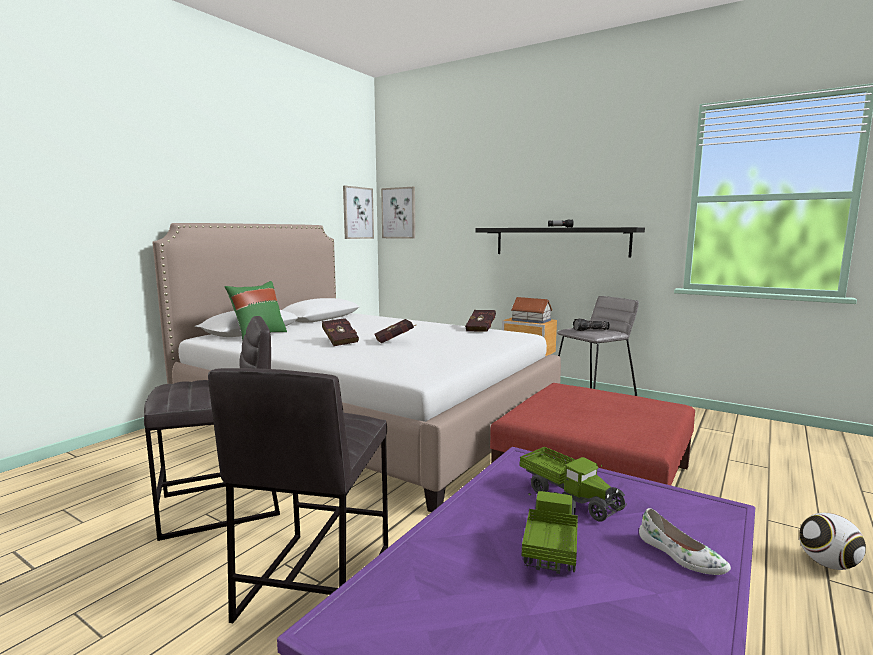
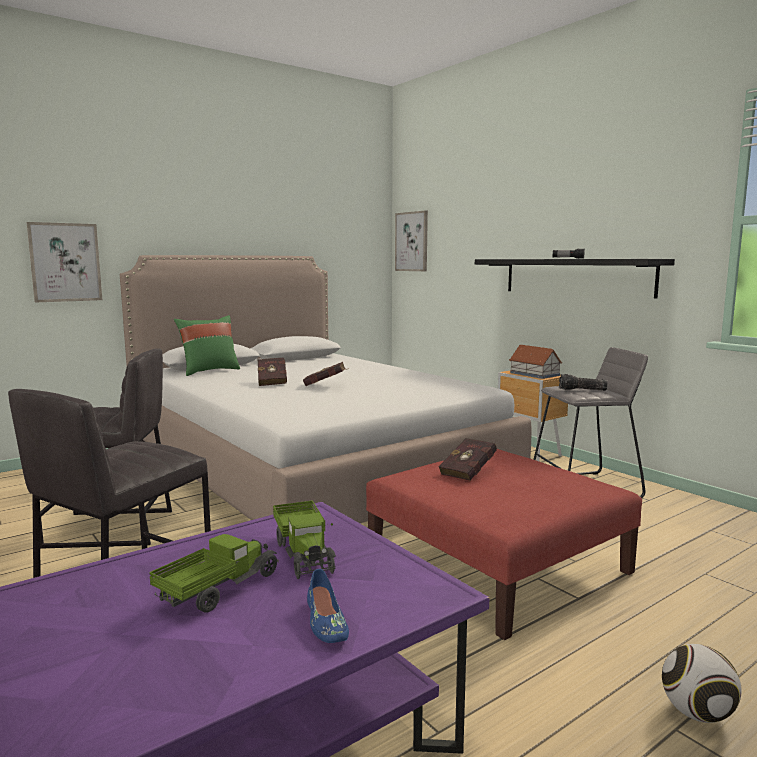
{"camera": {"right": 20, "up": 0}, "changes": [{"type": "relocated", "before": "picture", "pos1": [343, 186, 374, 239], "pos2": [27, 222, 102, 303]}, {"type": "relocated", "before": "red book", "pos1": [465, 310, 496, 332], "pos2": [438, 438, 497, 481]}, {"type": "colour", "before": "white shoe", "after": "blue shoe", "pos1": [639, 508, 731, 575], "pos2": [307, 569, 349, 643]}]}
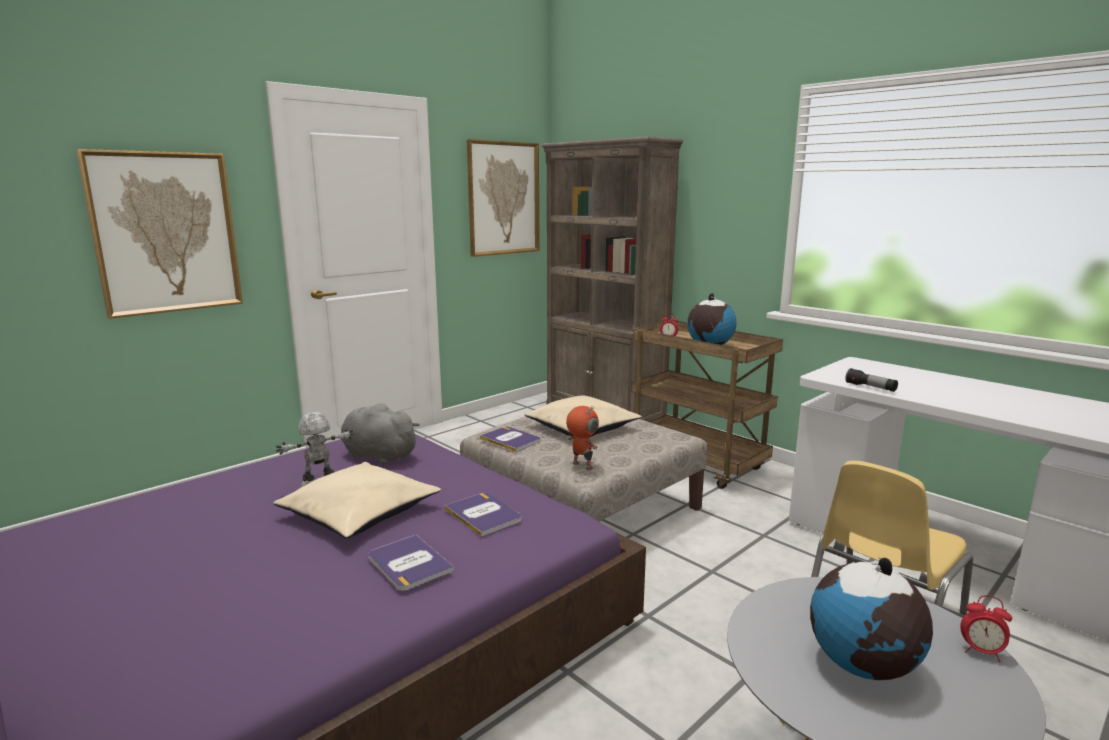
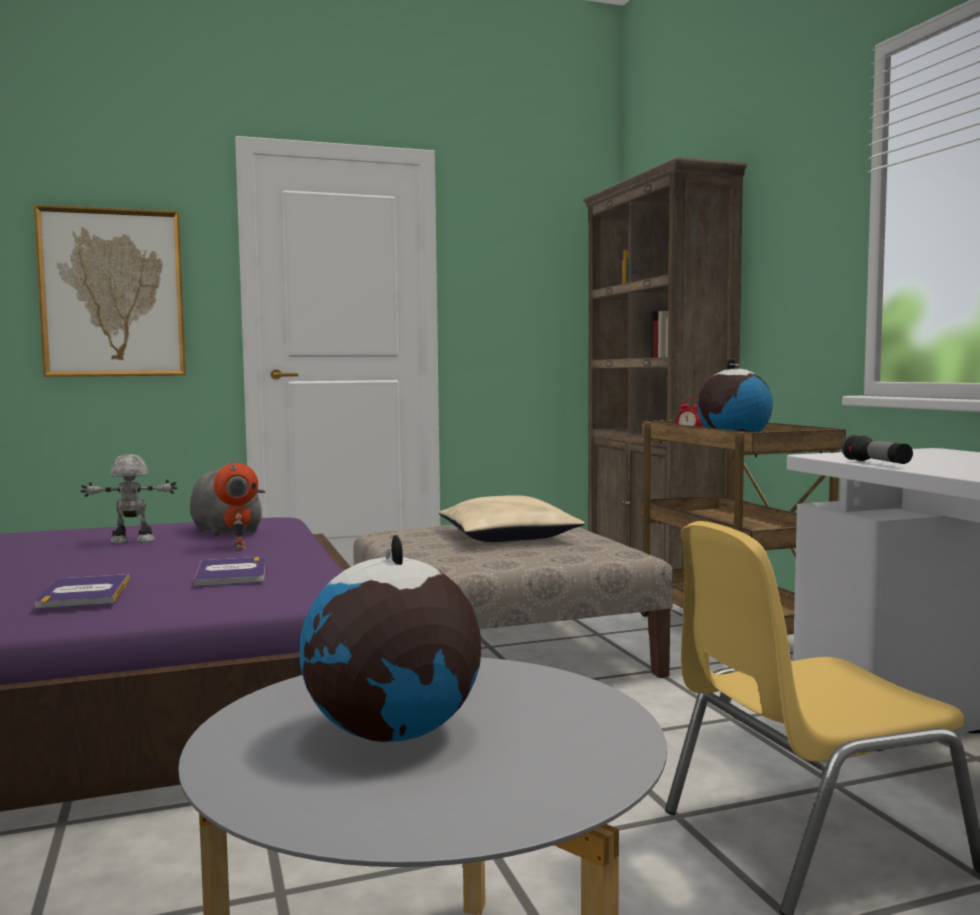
{"camera": {"right": 25, "up": -10}, "changes": [{"type": "missing", "before": "beige pillow", "pos1": [273, 462, 441, 539]}, {"type": "missing", "before": "picture", "pos1": [467, 139, 540, 257]}, {"type": "missing", "before": "book", "pos1": [480, 426, 540, 452]}, {"type": "missing", "before": "alarm clock", "pos1": [960, 596, 1012, 662]}, {"type": "relocated", "before": "toy robot", "pos1": [566, 406, 599, 470], "pos2": [214, 458, 258, 550]}]}
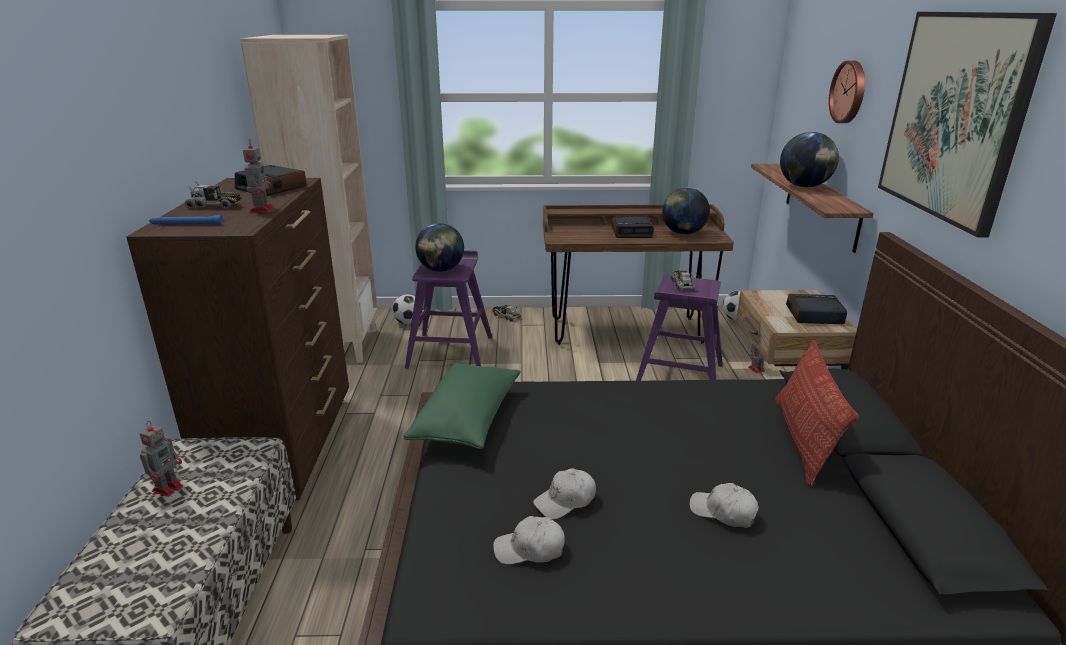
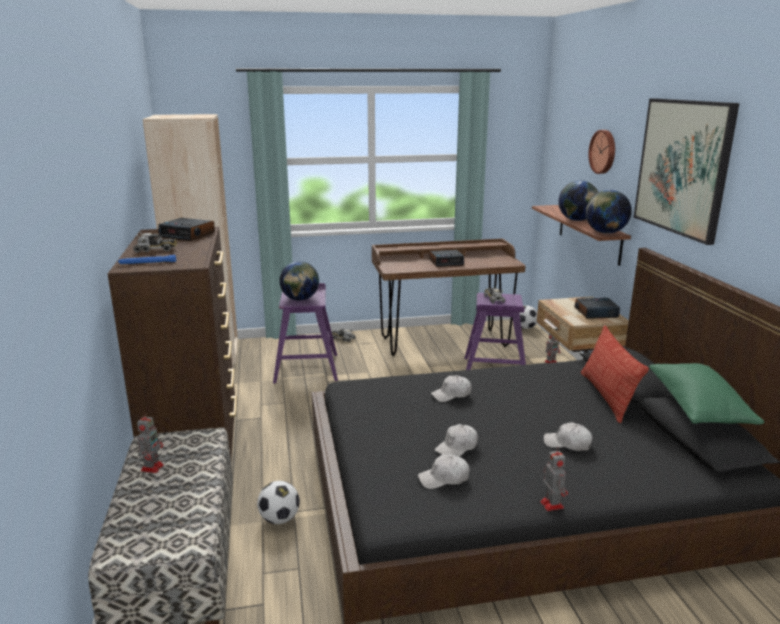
{"camera": {"right": -10, "up": -5}, "changes": [{"type": "appeared", "after": "white cap", "pos2": [431, 375, 472, 402]}, {"type": "relocated", "before": "toy robot", "pos1": [243, 139, 274, 213], "pos2": [540, 447, 568, 511]}, {"type": "relocated", "before": "football", "pos1": [392, 294, 423, 324], "pos2": [257, 481, 300, 524]}, {"type": "relocated", "before": "green pillow", "pos1": [404, 363, 521, 449], "pos2": [649, 363, 764, 425]}, {"type": "relocated", "before": "globe", "pos1": [662, 188, 710, 234], "pos2": [586, 190, 632, 234]}]}
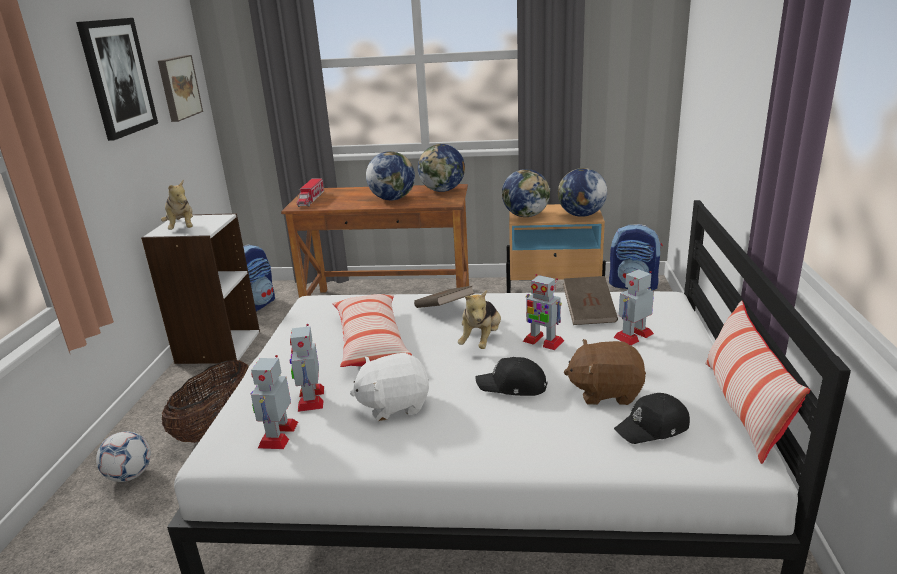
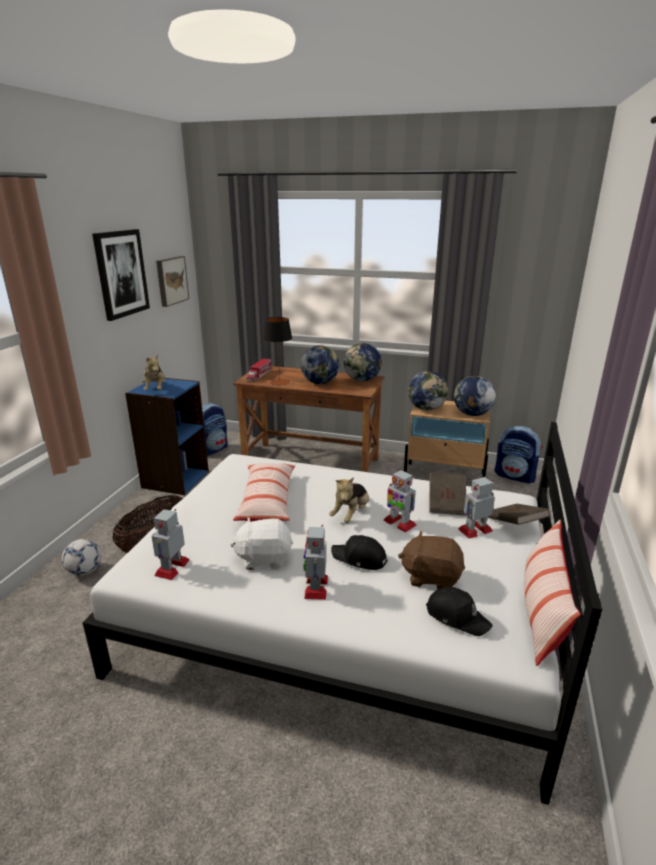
{"camera": {"right": 10, "up": 0}, "changes": [{"type": "appeared", "after": "table lamp", "pos2": [264, 317, 292, 385]}, {"type": "relocated", "before": "toy robot", "pos1": [290, 324, 324, 412], "pos2": [304, 525, 328, 600]}, {"type": "relocated", "before": "brown book", "pos1": [414, 286, 475, 308], "pos2": [488, 504, 550, 525]}, {"type": "colour", "before": "white bookcase", "after": "blue bookcase", "pos1": [141, 213, 260, 364], "pos2": [125, 378, 209, 495]}, {"type": "spun", "before": "black cap", "pos1": [614, 393, 690, 444], "pos2": [426, 587, 493, 636], "turn": -135}]}
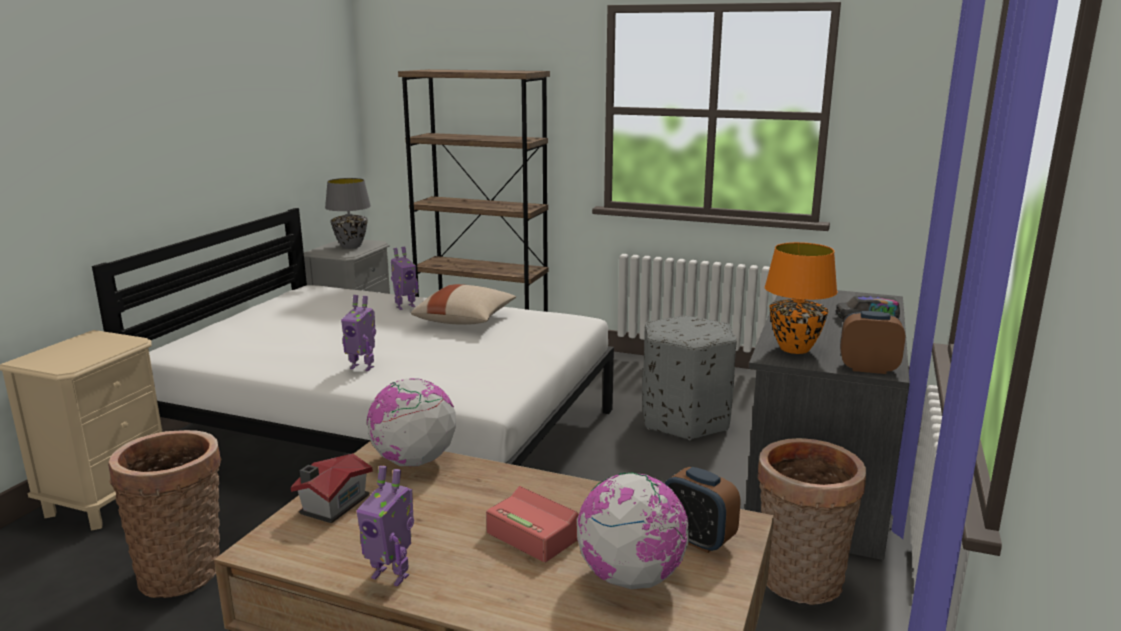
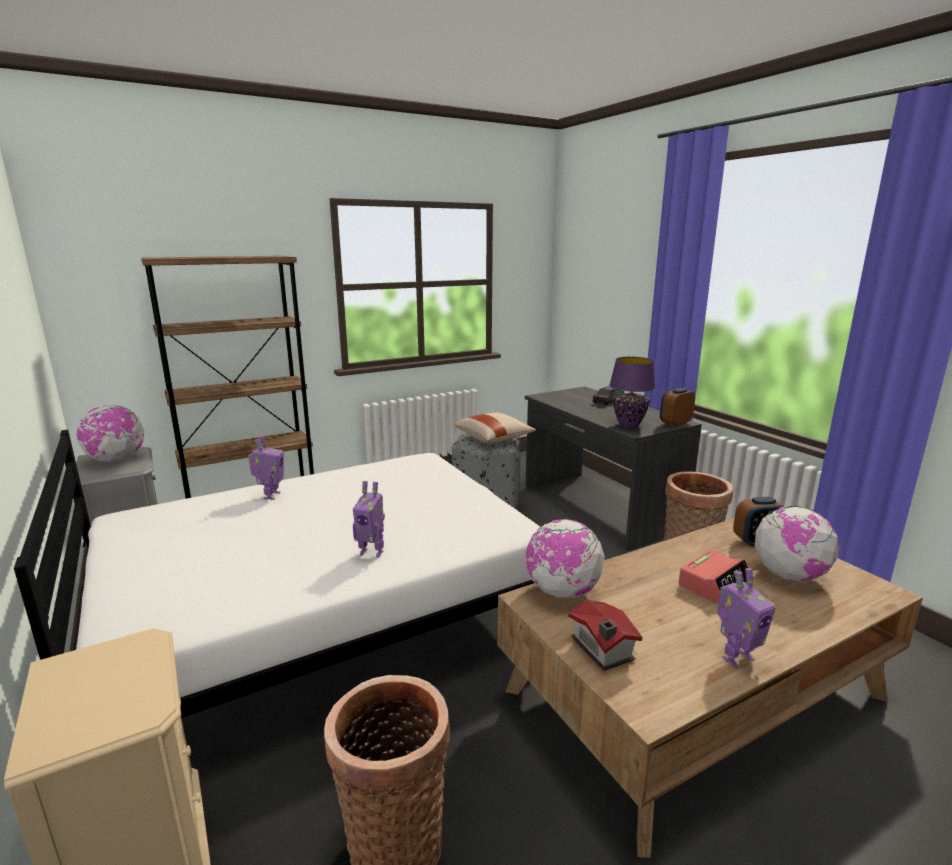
{"camera": {"right": -50, "up": 0}, "changes": [{"type": "relocated", "before": "beige pillow", "pos1": [411, 284, 516, 325], "pos2": [454, 413, 536, 444]}, {"type": "exchanged", "before": "grey table lamp", "after": "globe", "pos1": [325, 178, 371, 249], "pos2": [77, 405, 144, 463]}, {"type": "colour", "before": "orange table lamp", "after": "purple table lamp", "pos1": [765, 242, 837, 354], "pos2": [609, 357, 656, 428]}, {"type": "spun", "before": "toy robot", "pos1": [341, 295, 376, 371], "pos2": [353, 481, 385, 558], "turn": 45}, {"type": "spun", "before": "alarm clock", "pos1": [486, 486, 579, 562], "pos2": [678, 550, 754, 604], "turn": 150}]}
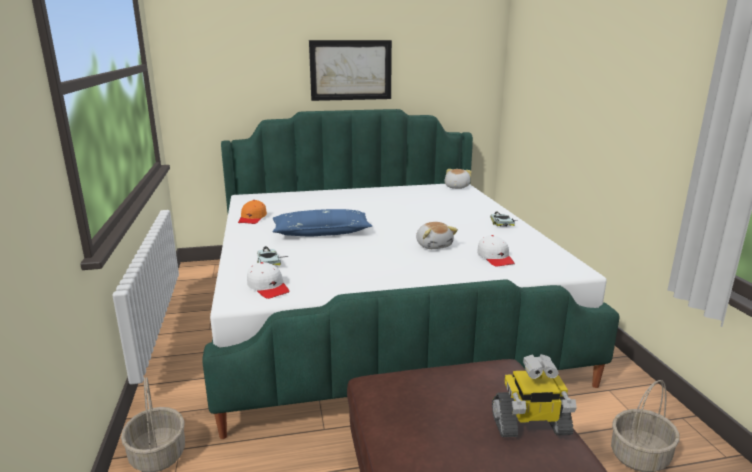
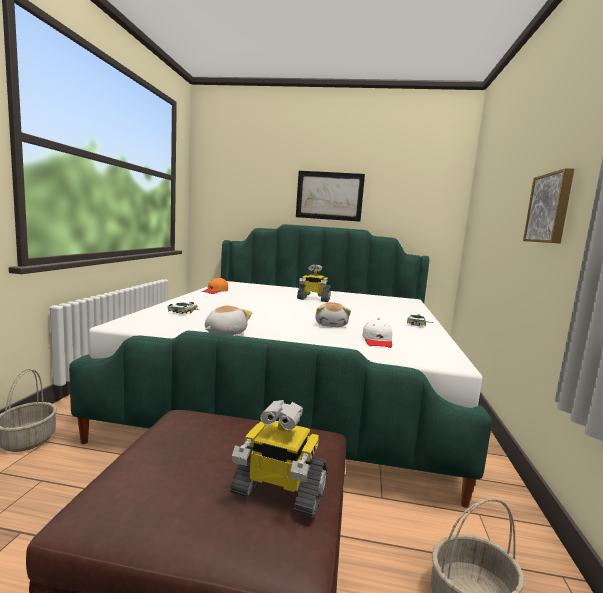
{"camera": {"right": 20, "up": -10}, "changes": [{"type": "missing", "before": "white cap", "pos1": [247, 262, 290, 299]}, {"type": "missing", "before": "blue pillow", "pos1": [272, 209, 372, 236]}, {"type": "appeared", "after": "toy robot", "pos2": [297, 265, 331, 302]}, {"type": "appeared", "after": "picture", "pos2": [523, 168, 574, 244]}, {"type": "relocated", "before": "plush toy", "pos1": [445, 169, 472, 189], "pos2": [205, 305, 252, 335]}]}
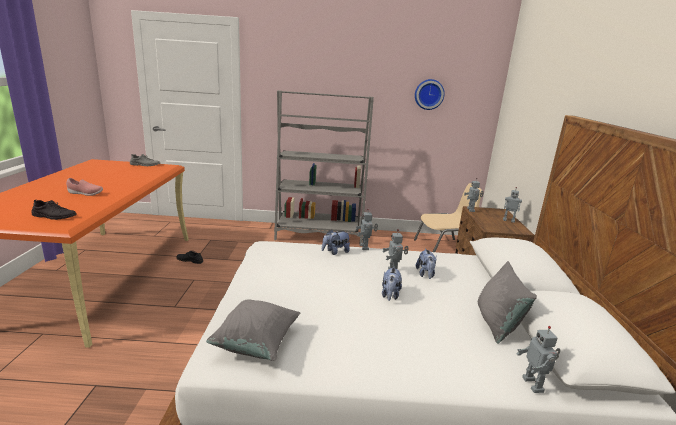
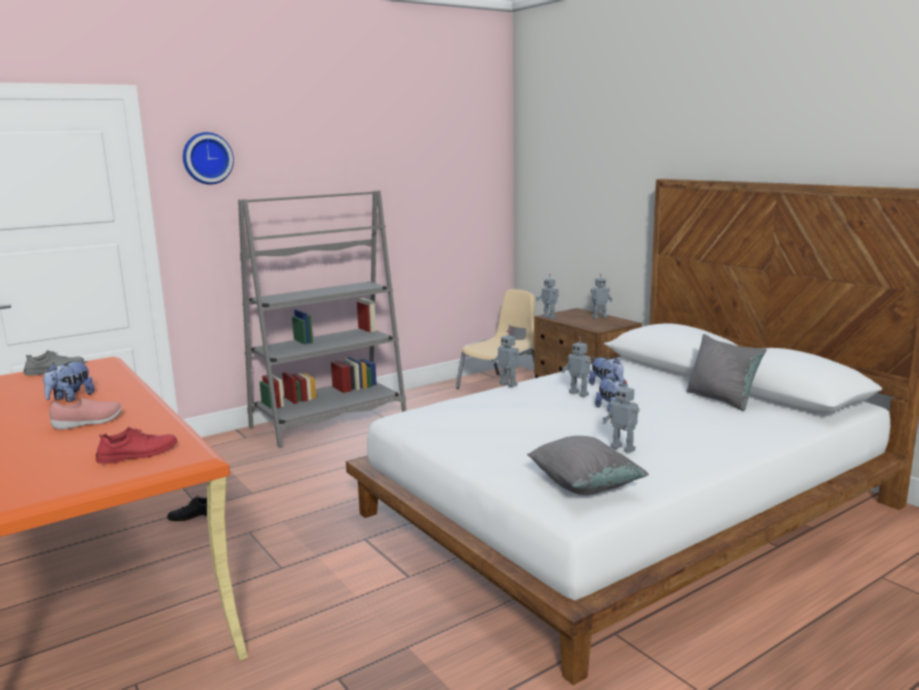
{"camera": {"right": -35, "up": -5}, "changes": [{"type": "relocated", "before": "plush toy", "pos1": [322, 229, 351, 255], "pos2": [43, 361, 95, 402]}, {"type": "relocated", "before": "wall clock", "pos1": [415, 79, 445, 110], "pos2": [183, 132, 234, 185]}, {"type": "relocated", "before": "toy robot", "pos1": [517, 326, 560, 393], "pos2": [603, 381, 640, 453]}, {"type": "colour", "before": "black shoe", "after": "red shoe", "pos1": [32, 200, 77, 220], "pos2": [96, 427, 178, 464]}]}
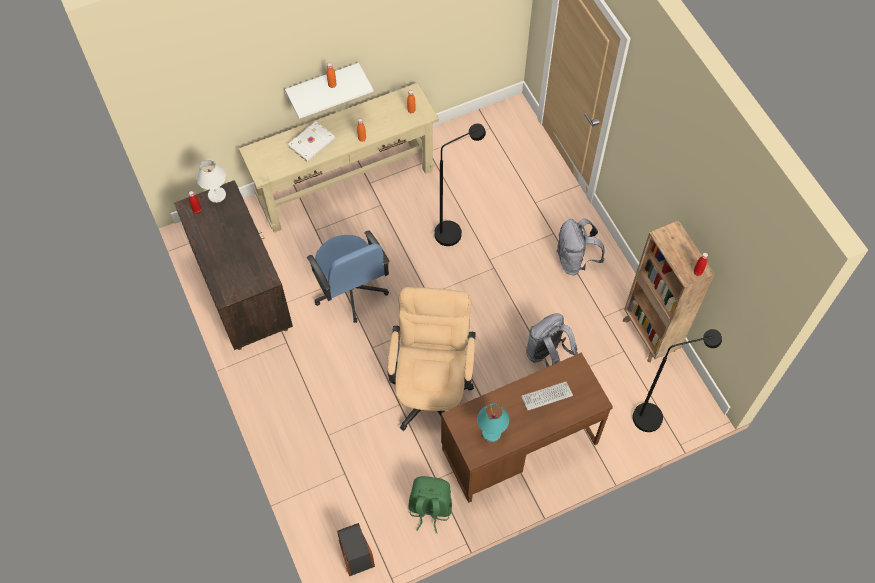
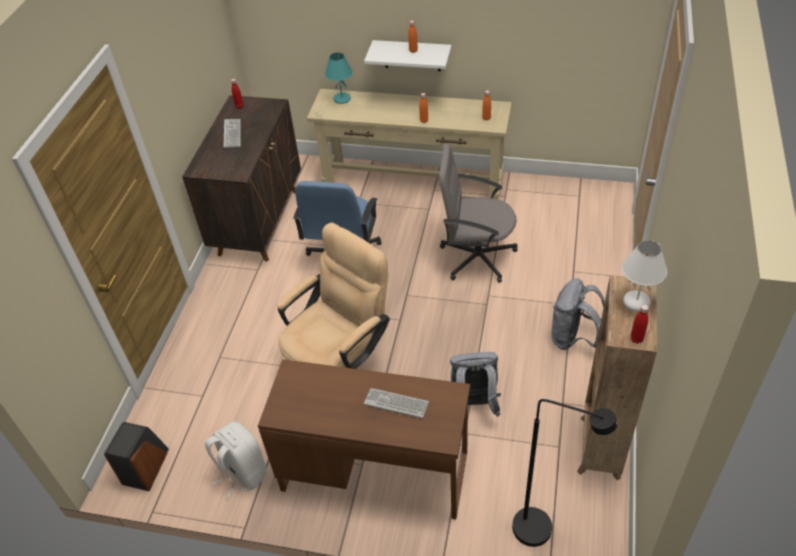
{"camera": {"right": 40, "up": -15}, "changes": [{"type": "missing", "before": "white book", "pos1": [288, 121, 335, 162]}, {"type": "appeared", "after": "keyboard", "pos2": [224, 119, 241, 148]}, {"type": "relocated", "before": "white table lamp", "pos1": [197, 160, 226, 203], "pos2": [622, 240, 667, 312]}, {"type": "relocated", "before": "turquoise table lamp", "pos1": [477, 404, 509, 442], "pos2": [325, 52, 353, 104]}, {"type": "exchanged", "before": "black floor lamp", "after": "grey office chair", "pos1": [434, 124, 486, 246], "pos2": [439, 144, 518, 283]}, {"type": "colour", "before": "green backpack", "after": "white backpack", "pos1": [409, 476, 452, 533], "pos2": [205, 421, 267, 499]}]}
